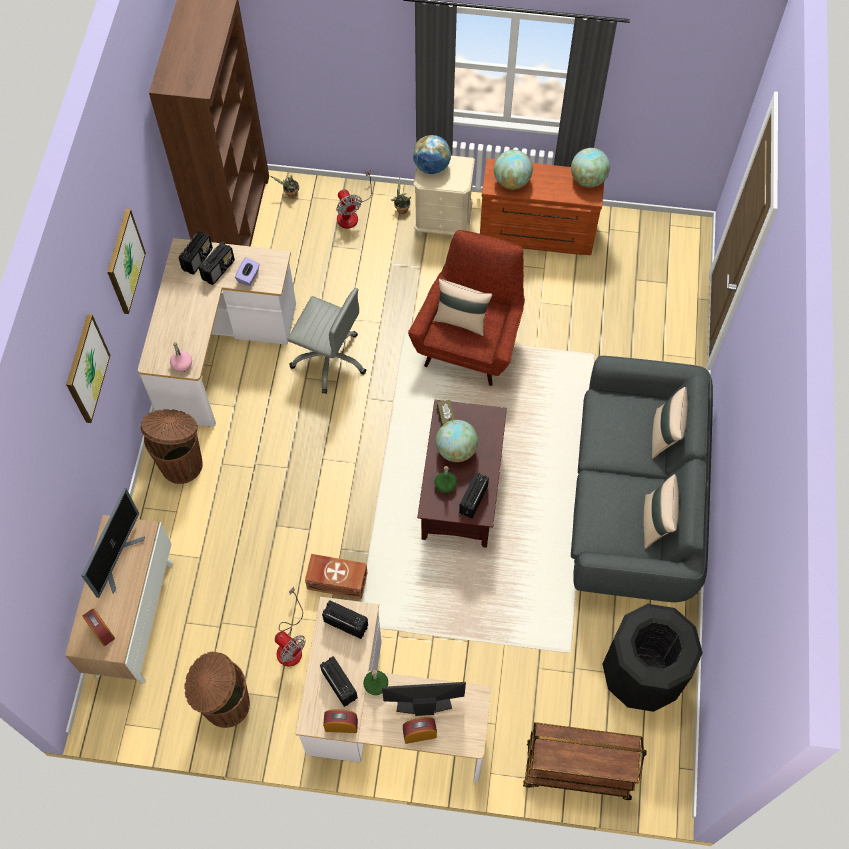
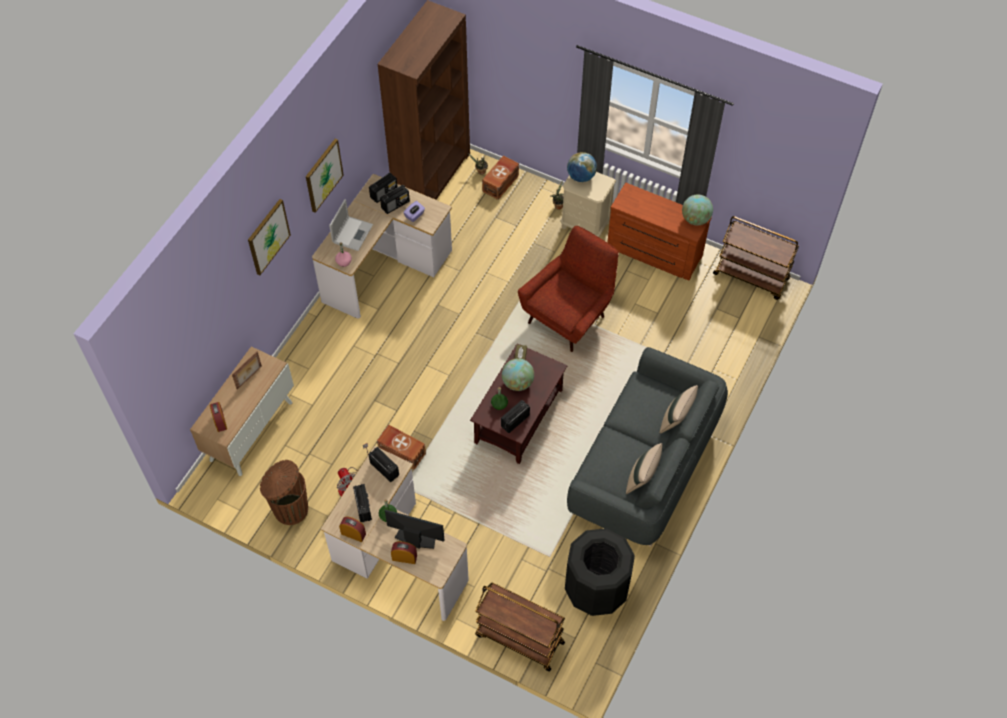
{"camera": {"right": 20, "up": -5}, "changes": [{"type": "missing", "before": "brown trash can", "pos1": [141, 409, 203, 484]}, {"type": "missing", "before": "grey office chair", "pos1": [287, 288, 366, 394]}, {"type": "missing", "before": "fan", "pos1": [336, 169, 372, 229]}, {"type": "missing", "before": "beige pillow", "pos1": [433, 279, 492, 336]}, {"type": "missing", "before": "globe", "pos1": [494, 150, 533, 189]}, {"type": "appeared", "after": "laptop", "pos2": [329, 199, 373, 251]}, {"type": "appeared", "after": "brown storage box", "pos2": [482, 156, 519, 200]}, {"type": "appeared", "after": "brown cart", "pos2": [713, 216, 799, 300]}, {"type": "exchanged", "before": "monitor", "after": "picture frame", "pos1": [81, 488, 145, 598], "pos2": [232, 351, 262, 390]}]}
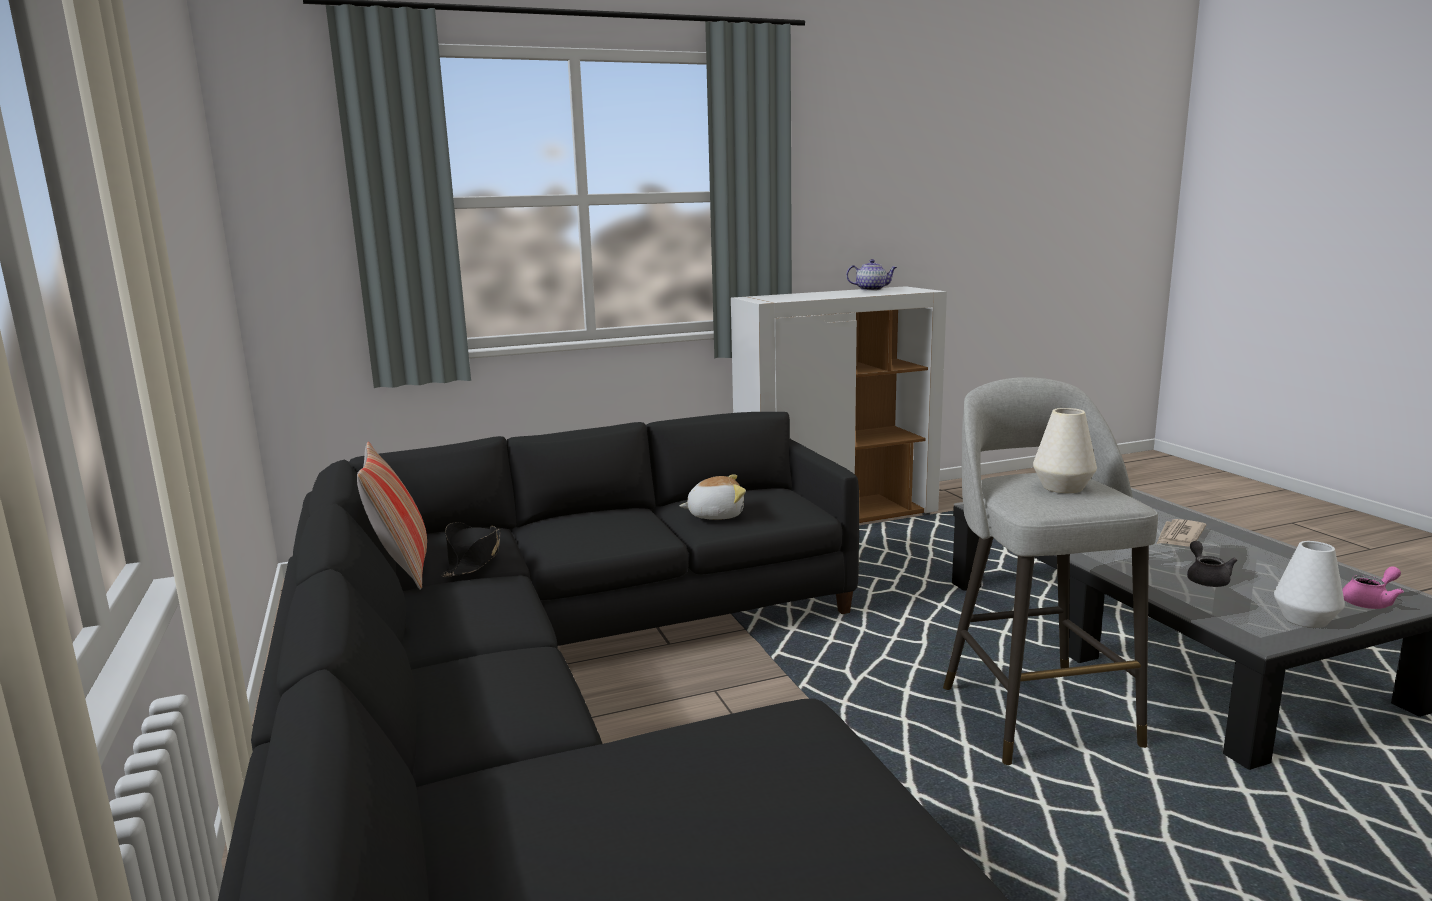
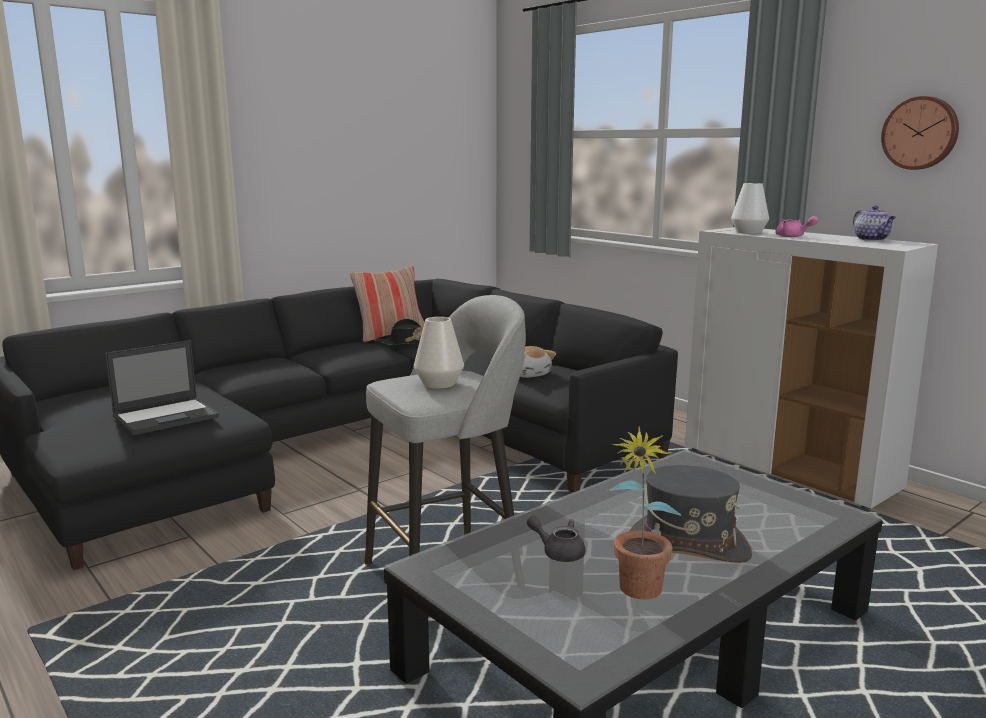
{"camera": {"right": 70, "up": 0}, "changes": [{"type": "appeared", "after": "laptop", "pos2": [105, 340, 219, 435]}, {"type": "appeared", "after": "potted plant", "pos2": [607, 426, 681, 599]}, {"type": "appeared", "after": "wall clock", "pos2": [881, 96, 959, 170]}, {"type": "relocated", "before": "white vase", "pos1": [1274, 541, 1345, 628], "pos2": [731, 183, 769, 234]}, {"type": "relocated", "before": "pink teapot", "pos1": [1342, 566, 1404, 609], "pos2": [775, 216, 818, 237]}, {"type": "exchanged", "before": "newspaper", "after": "grey hat", "pos1": [1157, 519, 1206, 547], "pos2": [629, 465, 752, 563]}, {"type": "spun", "before": "grey teapot", "pos1": [1187, 541, 1237, 587], "pos2": [527, 516, 585, 562], "turn": -135}]}
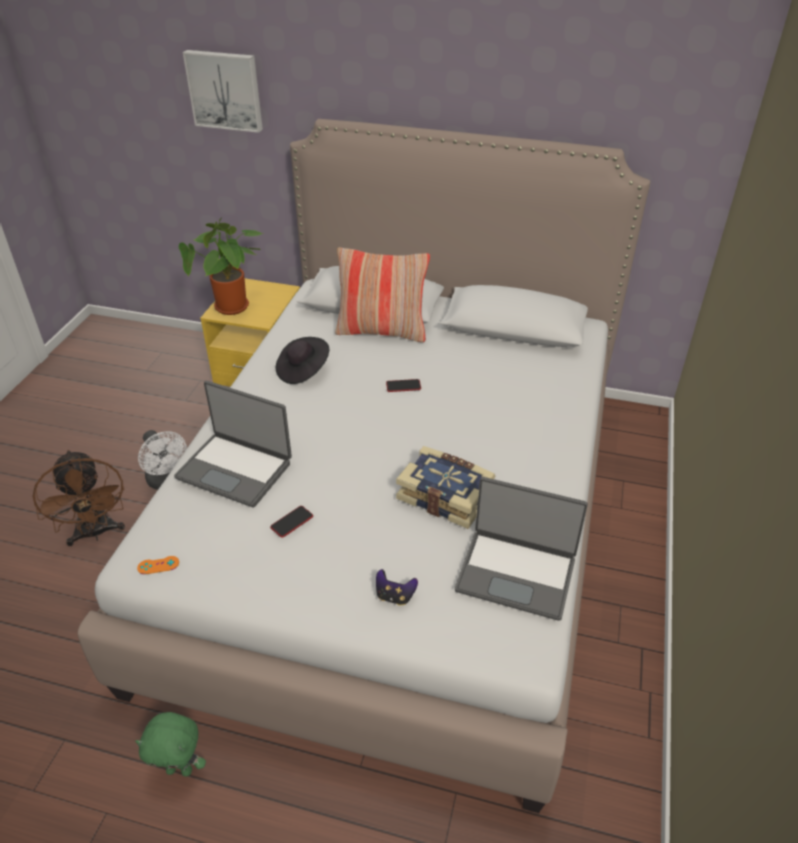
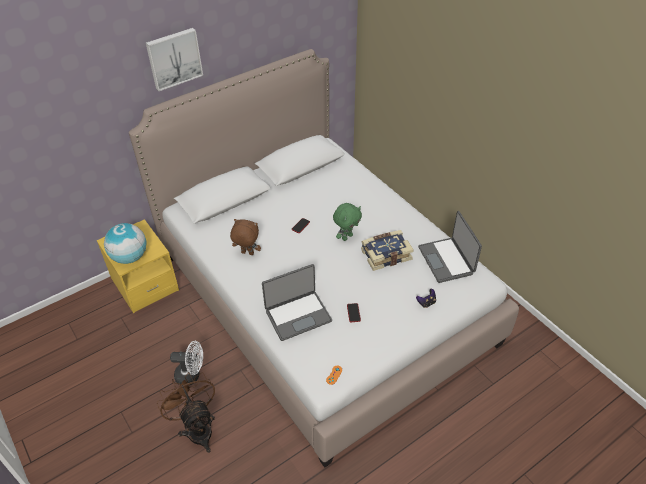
{"camera": {"right": -50, "up": 5}, "changes": [{"type": "missing", "before": "pillow", "pos1": [335, 247, 430, 342]}, {"type": "relocated", "before": "green plush toy", "pos1": [135, 712, 206, 777], "pos2": [333, 203, 362, 241]}, {"type": "relocated", "before": "picture", "pos1": [183, 50, 263, 133], "pos2": [146, 28, 203, 91]}, {"type": "exchanged", "before": "potted plant", "after": "globe", "pos1": [179, 217, 263, 315], "pos2": [104, 223, 146, 264]}, {"type": "exchanged", "before": "black hat", "after": "brown plush toy", "pos1": [276, 337, 329, 384], "pos2": [230, 219, 261, 255]}, {"type": "spun", "before": "brown fan", "pos1": [32, 450, 125, 546], "pos2": [157, 372, 215, 453], "turn": -135}, {"type": "spun", "before": "laptop", "pos1": [455, 477, 588, 621], "pos2": [418, 211, 482, 283], "turn": 105}]}
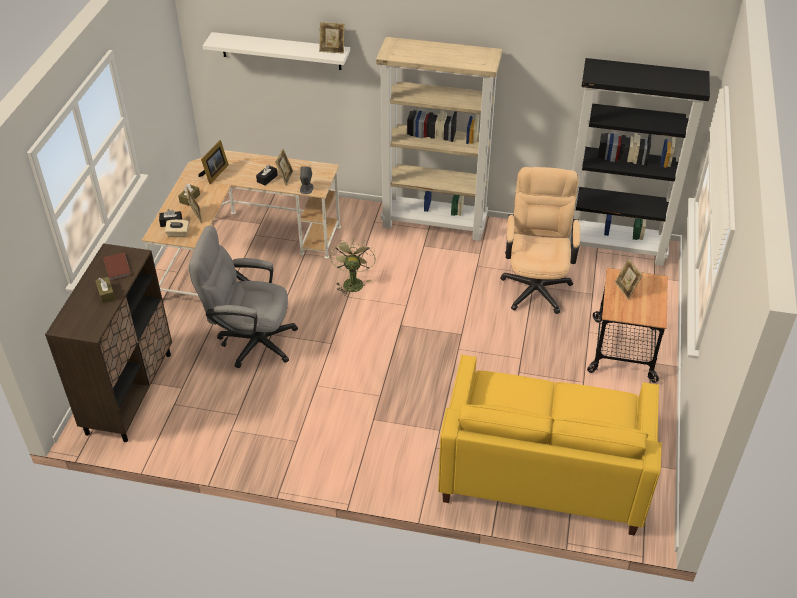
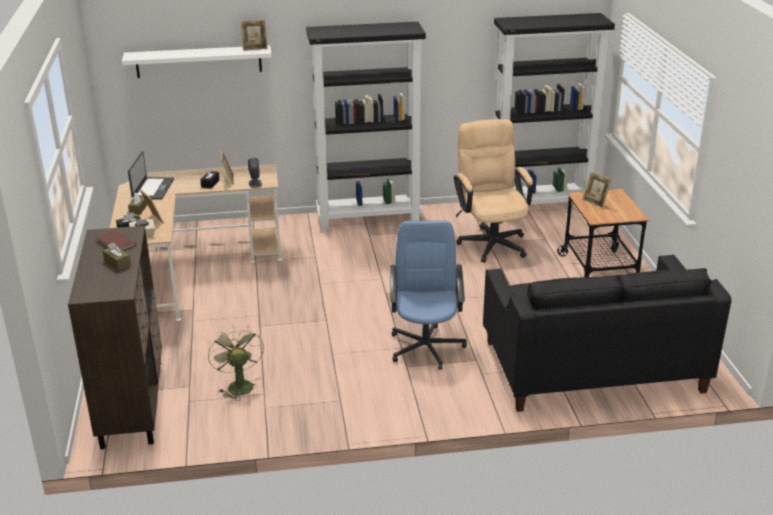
{"camera": {"right": -20, "up": -15}, "changes": [{"type": "missing", "before": "grey office chair", "pos1": [189, 226, 298, 368]}, {"type": "appeared", "after": "blue office chair", "pos2": [390, 220, 467, 370]}, {"type": "relocated", "before": "green fan", "pos1": [330, 238, 376, 296], "pos2": [207, 325, 264, 401]}, {"type": "exchanged", "before": "picture frame", "after": "laptop", "pos1": [198, 140, 229, 184], "pos2": [128, 151, 174, 200]}, {"type": "colour", "before": "beige bookcase", "after": "black bookcase", "pos1": [376, 37, 502, 241], "pos2": [306, 22, 426, 230]}, {"type": "colour", "before": "yellow sofa", "after": "black sofa", "pos1": [438, 354, 662, 536], "pos2": [483, 254, 732, 412]}]}
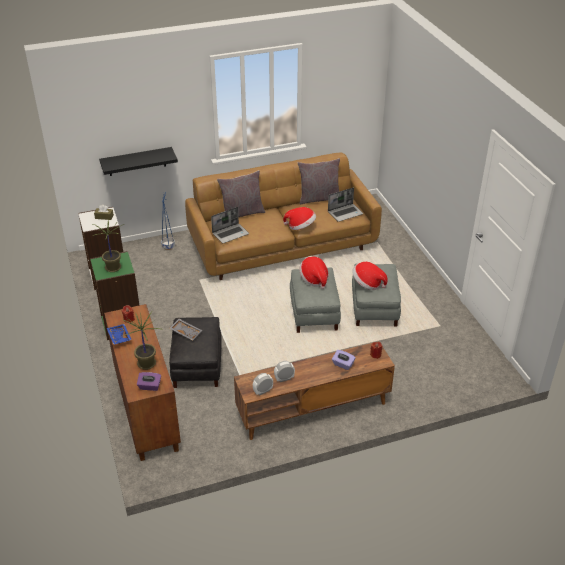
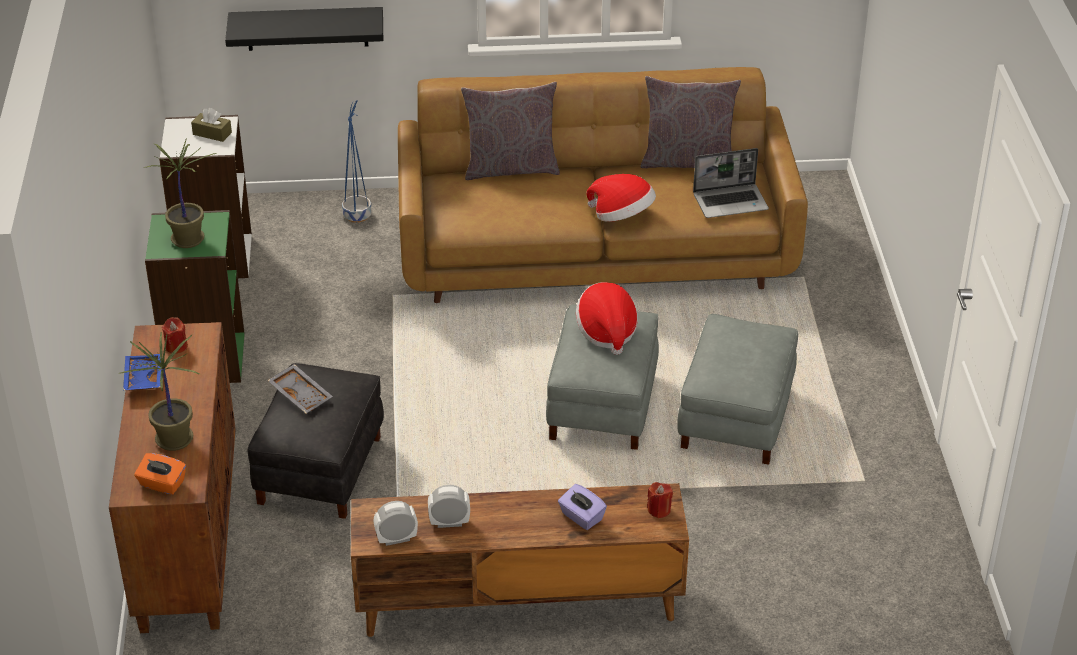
{"camera": {"right": 15, "up": 0}, "changes": [{"type": "missing", "before": "laptop", "pos1": [211, 207, 249, 243]}, {"type": "missing", "before": "hat", "pos1": [352, 262, 388, 290]}, {"type": "colour", "before": "purple tissue box", "after": "orange tissue box", "pos1": [137, 372, 161, 391], "pos2": [134, 453, 186, 495]}]}
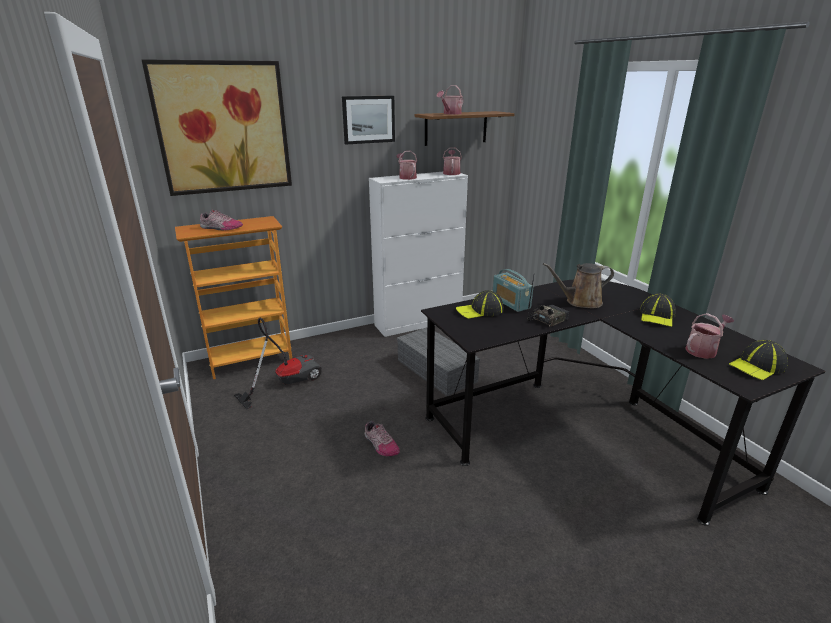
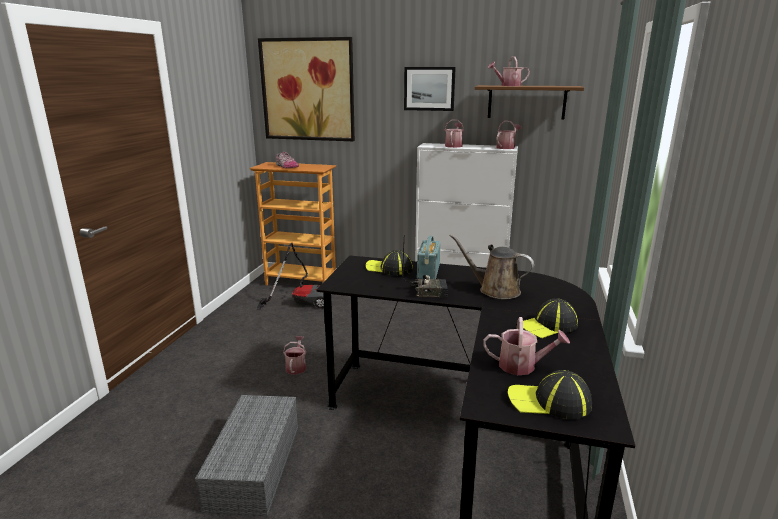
{"camera": {"right": 40, "up": -5}, "changes": [{"type": "relocated", "before": "grey storage box", "pos1": [397, 327, 480, 396], "pos2": [195, 395, 298, 516]}, {"type": "exchanged", "before": "shoe", "after": "watering can", "pos1": [365, 421, 400, 456], "pos2": [283, 336, 306, 374]}]}
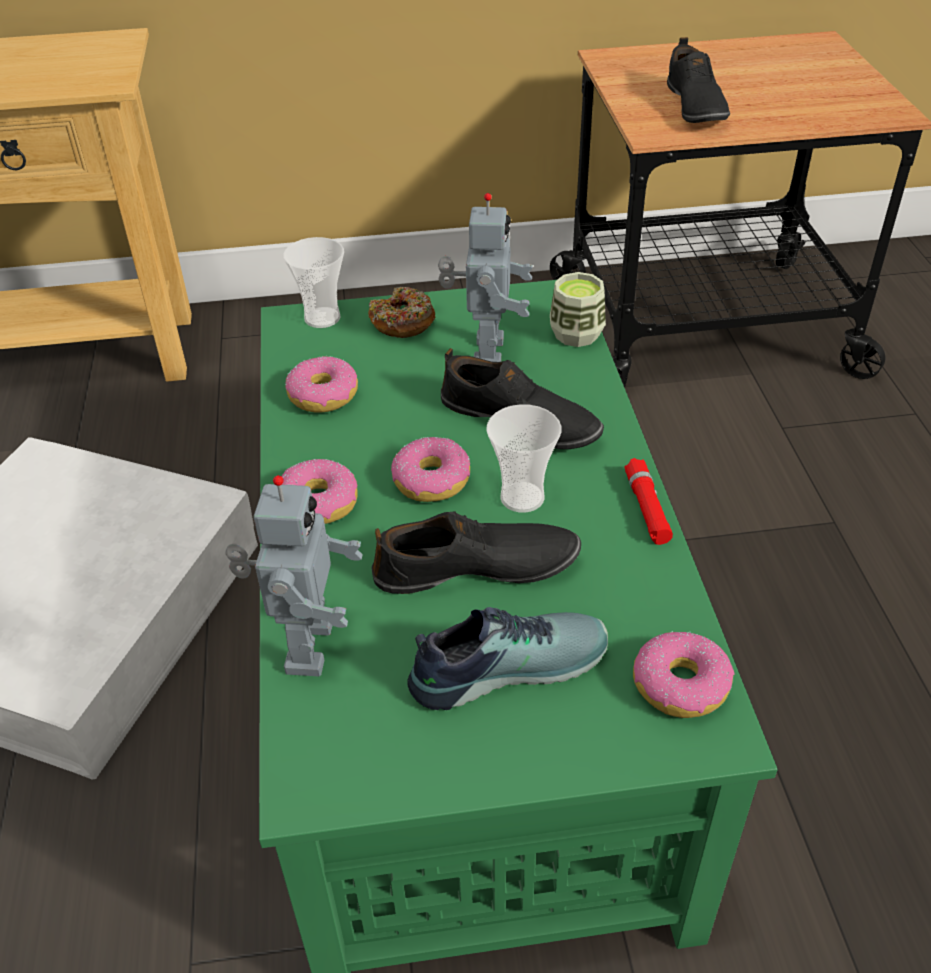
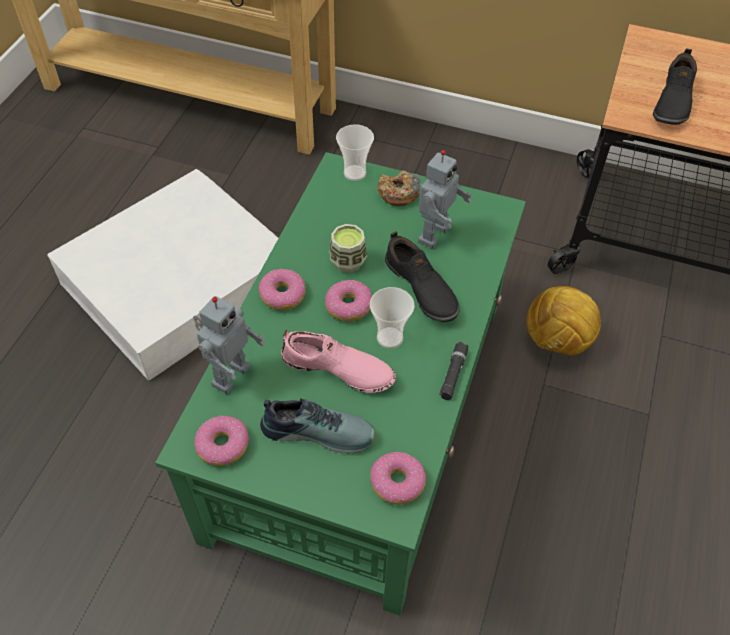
{"camera": {"right": 25, "up": 10}, "changes": [{"type": "appeared", "after": "football", "pos2": [526, 286, 601, 355]}, {"type": "relocated", "before": "donut", "pos1": [285, 356, 358, 413], "pos2": [194, 416, 249, 466]}, {"type": "relocated", "before": "cup", "pos1": [550, 272, 606, 347], "pos2": [329, 224, 367, 273]}, {"type": "colour", "before": "black shoe", "after": "pink shoe", "pos1": [371, 511, 581, 594], "pos2": [281, 330, 396, 393]}, {"type": "colour", "before": "red flashlight", "after": "black flashlight", "pos1": [625, 458, 673, 545], "pos2": [439, 342, 468, 400]}]}
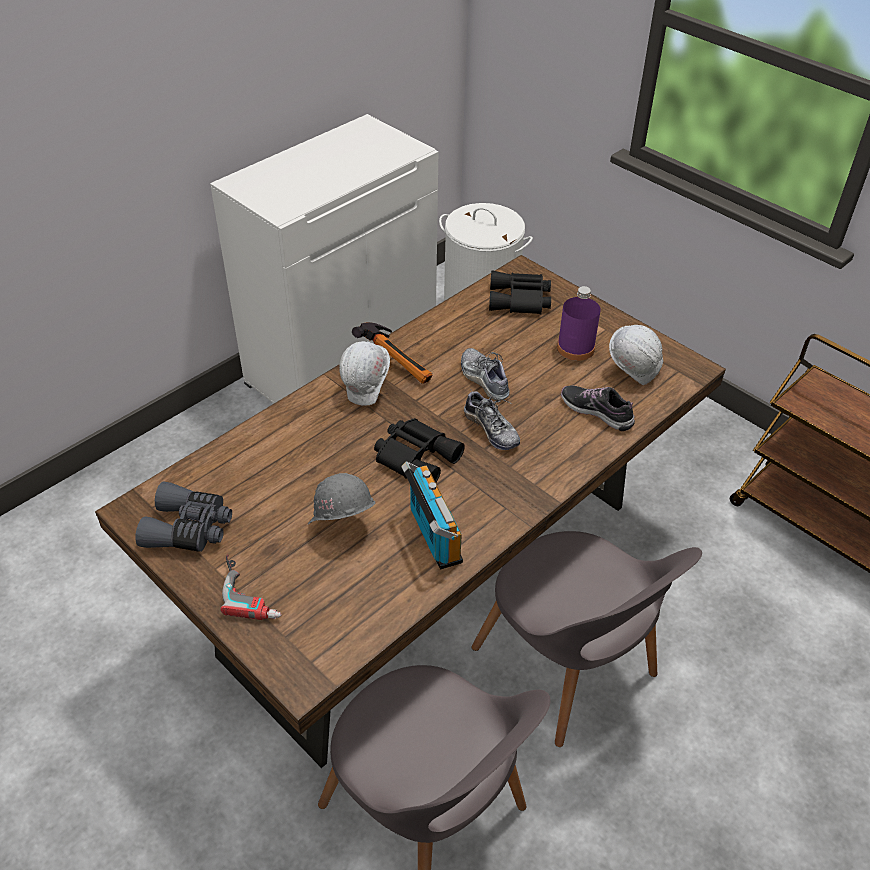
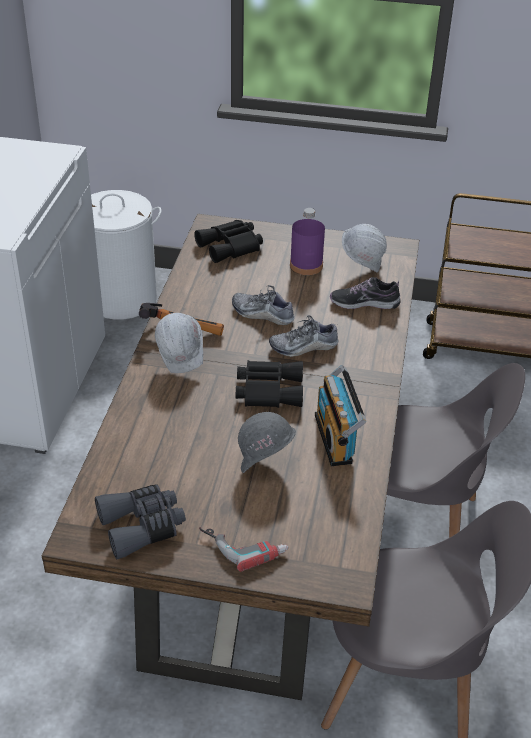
{"camera": {"right": -35, "up": -5}, "changes": [{"type": "spun", "before": "radio", "pos1": [401, 461, 463, 569], "pos2": [315, 365, 366, 466], "turn": -135}, {"type": "spun", "before": "shoe", "pos1": [464, 388, 520, 450], "pos2": [269, 315, 338, 357], "turn": 150}]}
